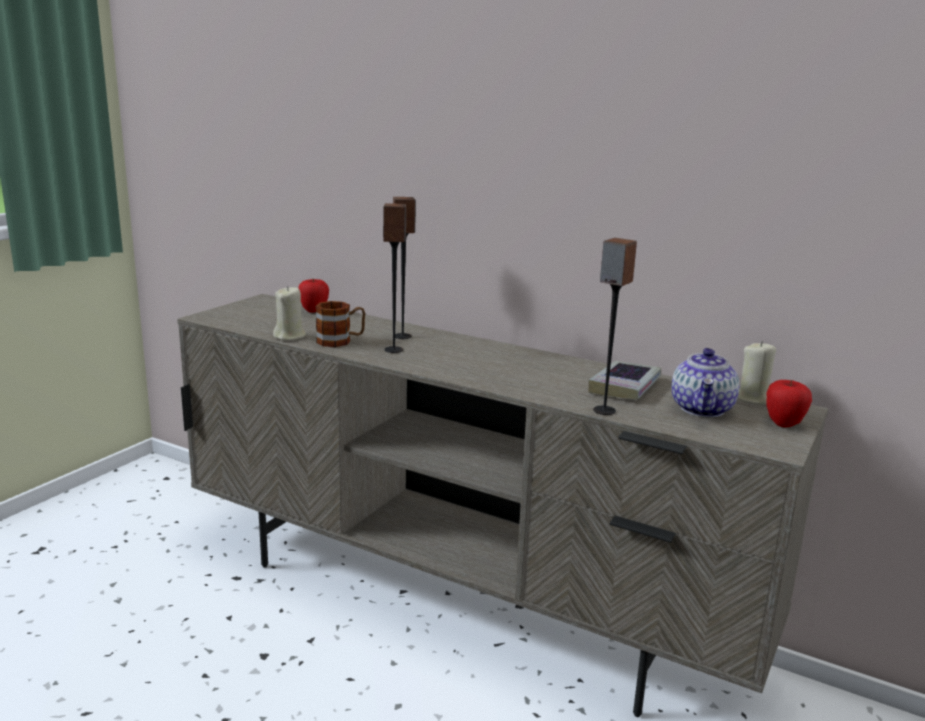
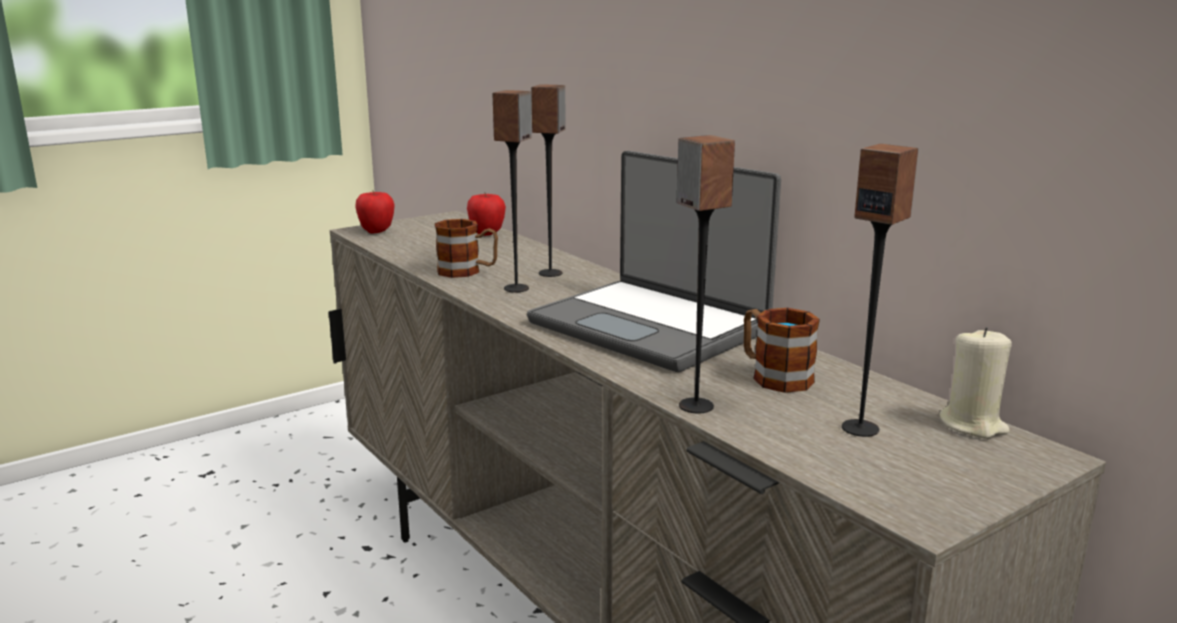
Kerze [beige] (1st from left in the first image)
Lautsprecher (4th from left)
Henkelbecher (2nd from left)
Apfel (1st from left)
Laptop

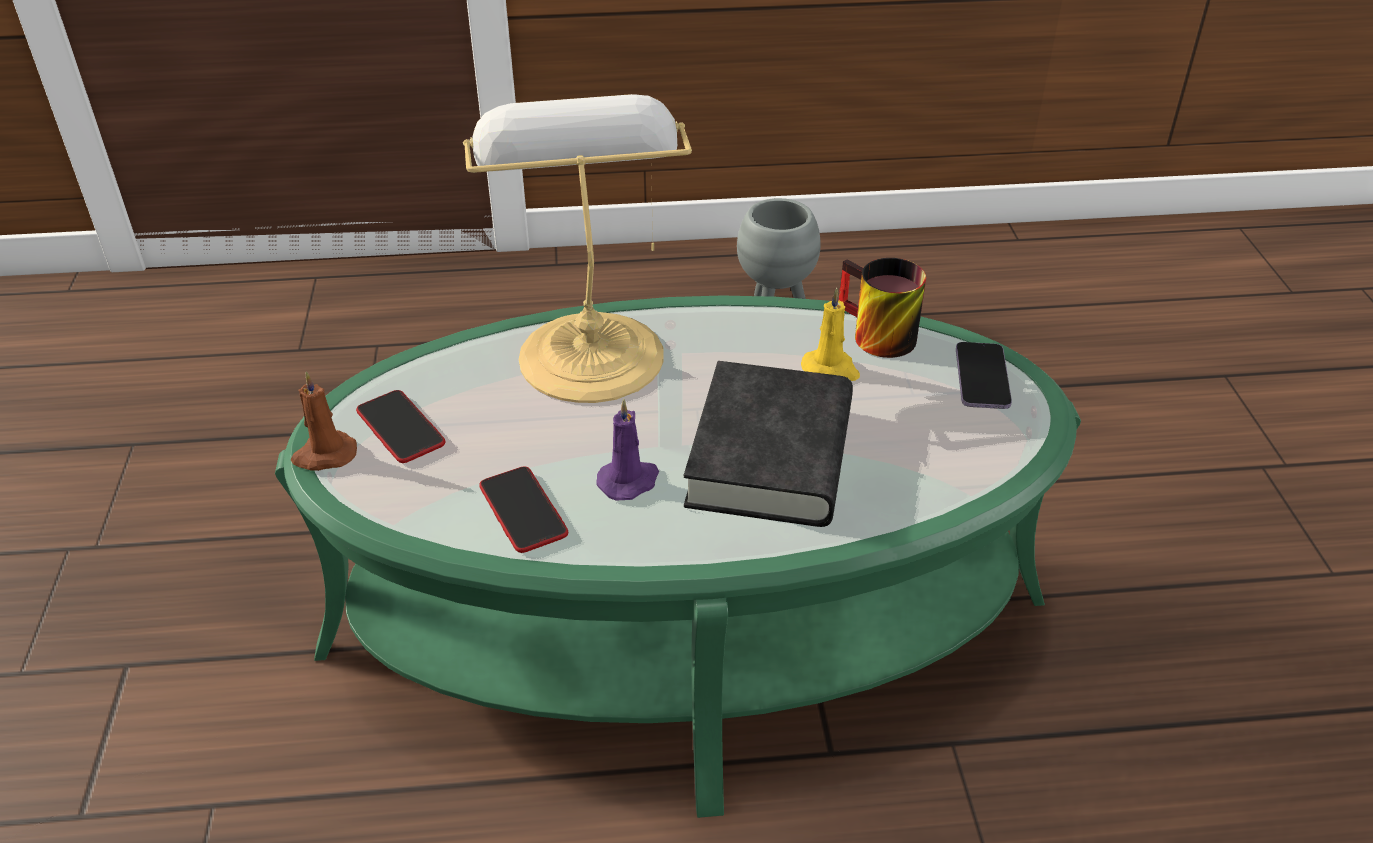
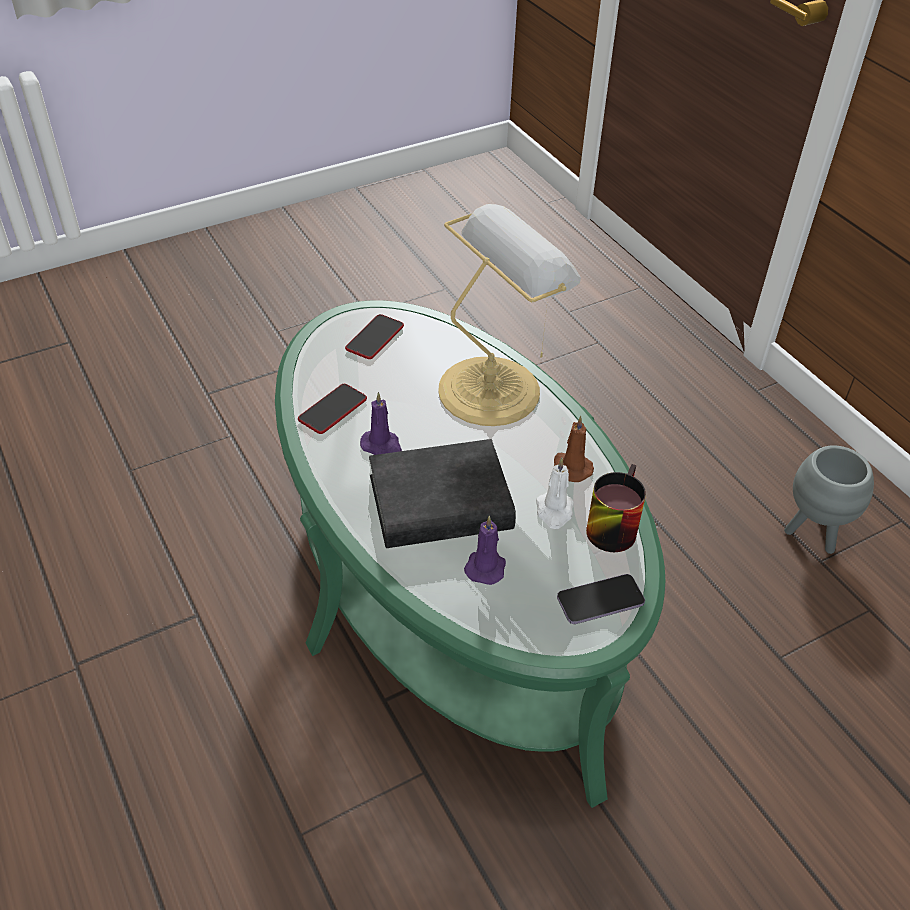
Kerze [weiß]
Kerze [braun]
Kerze [lila] (2nd from left)

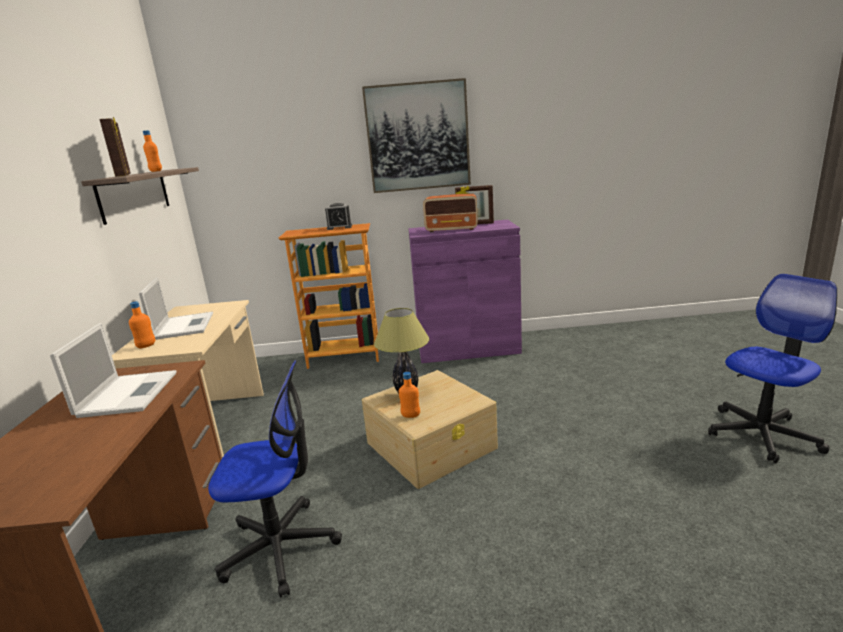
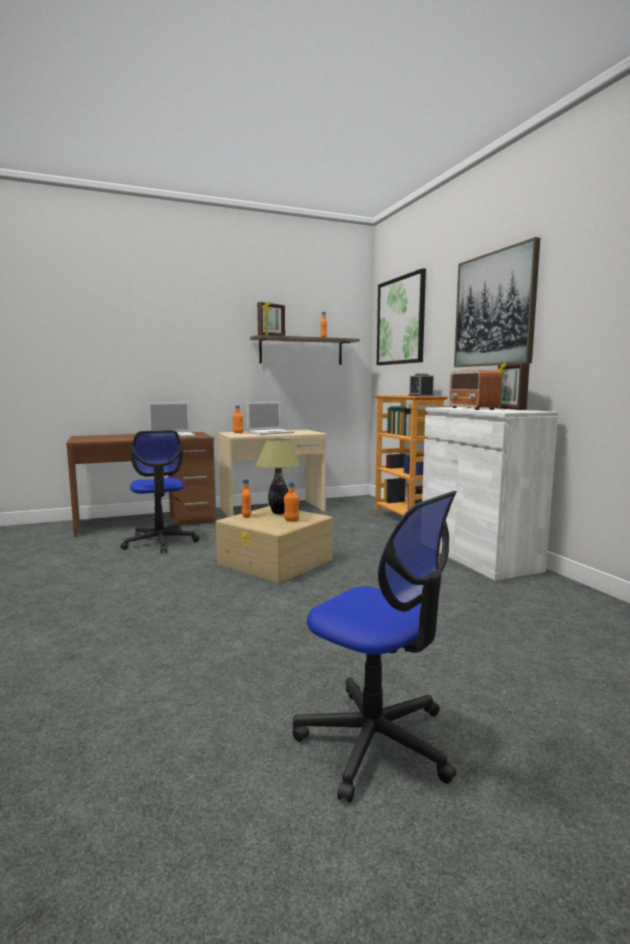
Schrank [weiß]
Bild (1st from left)
Flasche [orange] (3rd from left)

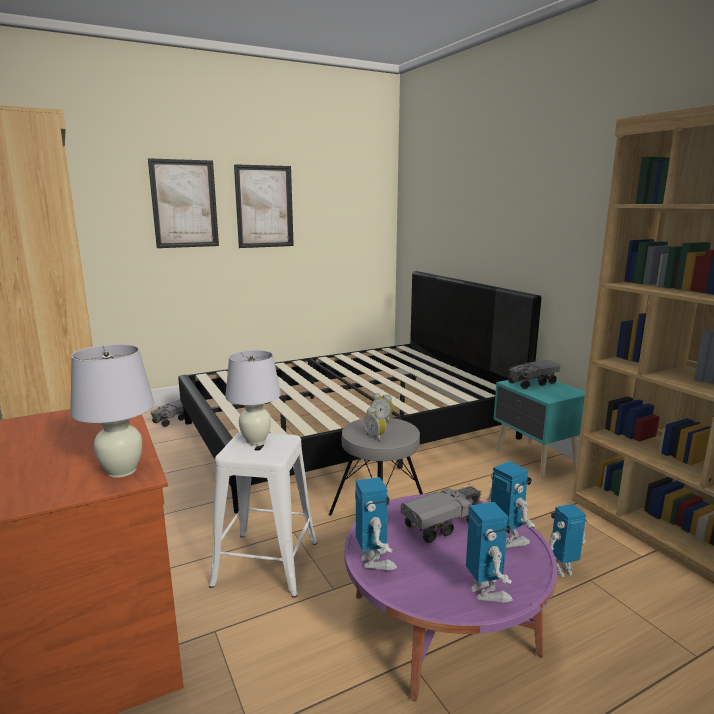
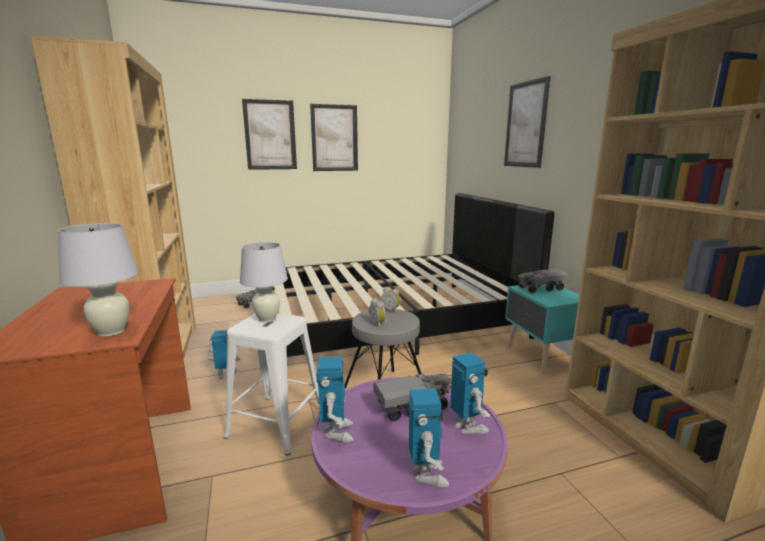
Spielzeugroboter (1st from left)
Bild (3rd from left)

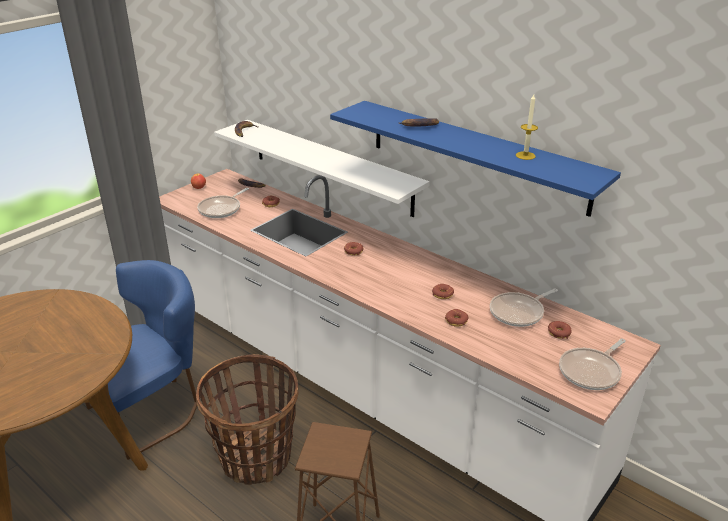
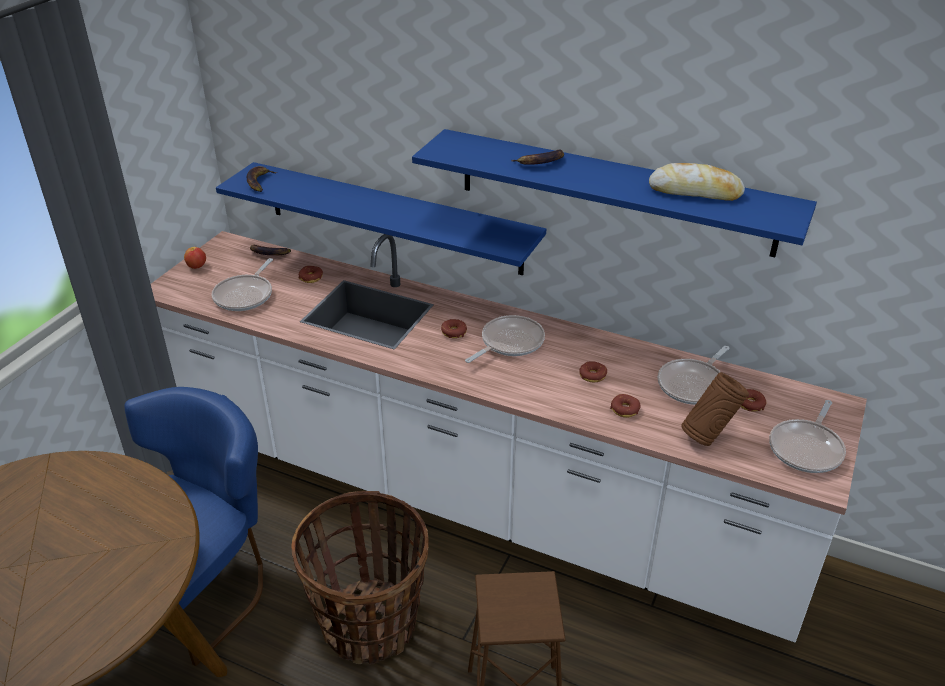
Brot
Wandregal [blau] (1st from left)
Pfanne (2nd from left)
Vase [braun]

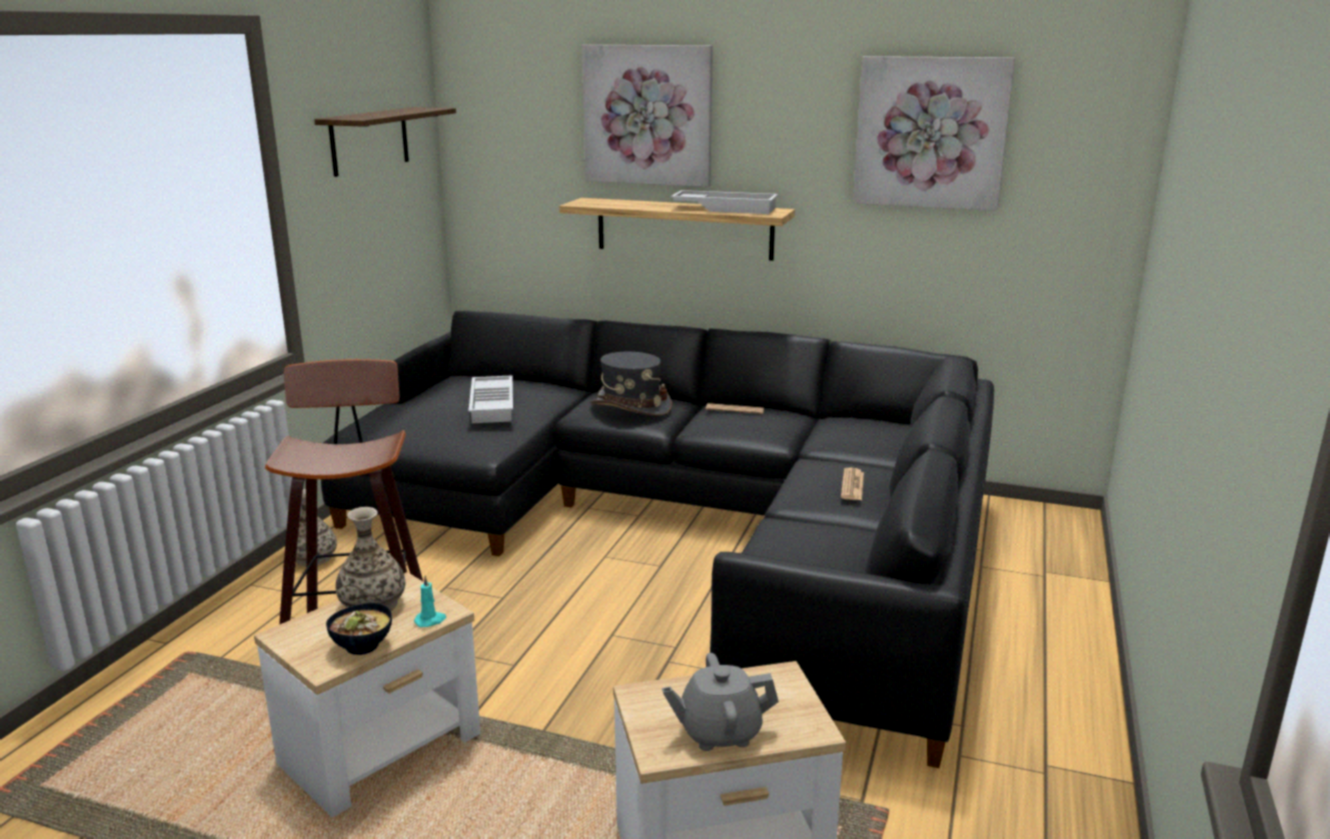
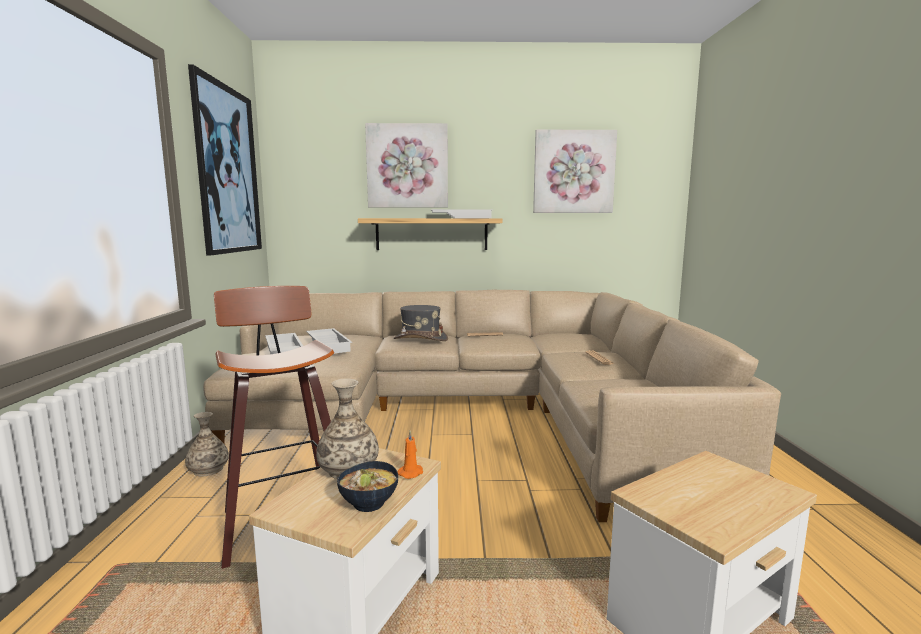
Bild (1st from left)
Sofa [beige]
Kerze [orange]
Teekanne [grau]
Tablett [weiß] (1st from left)

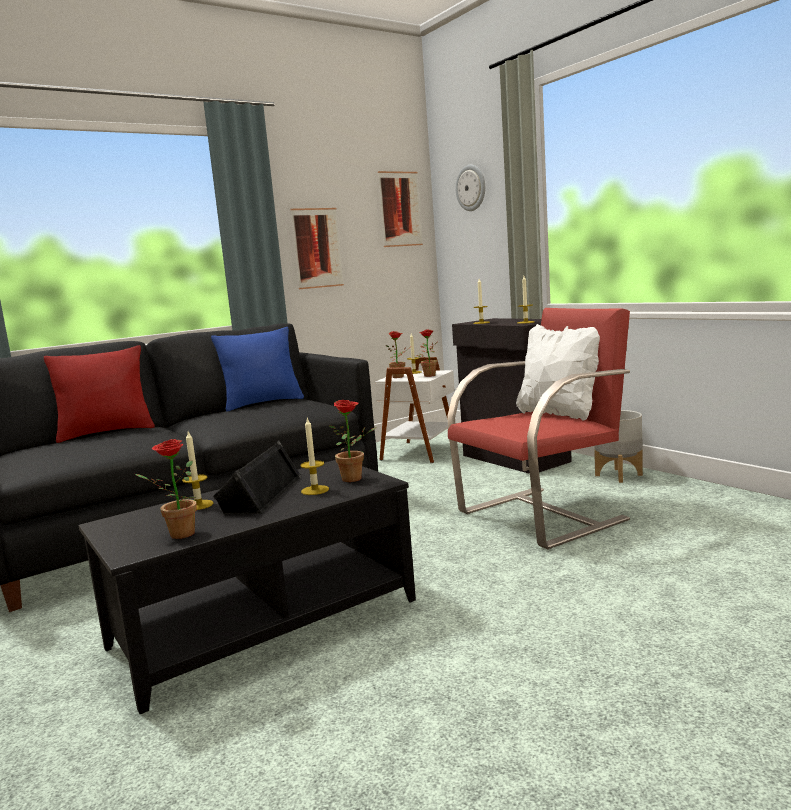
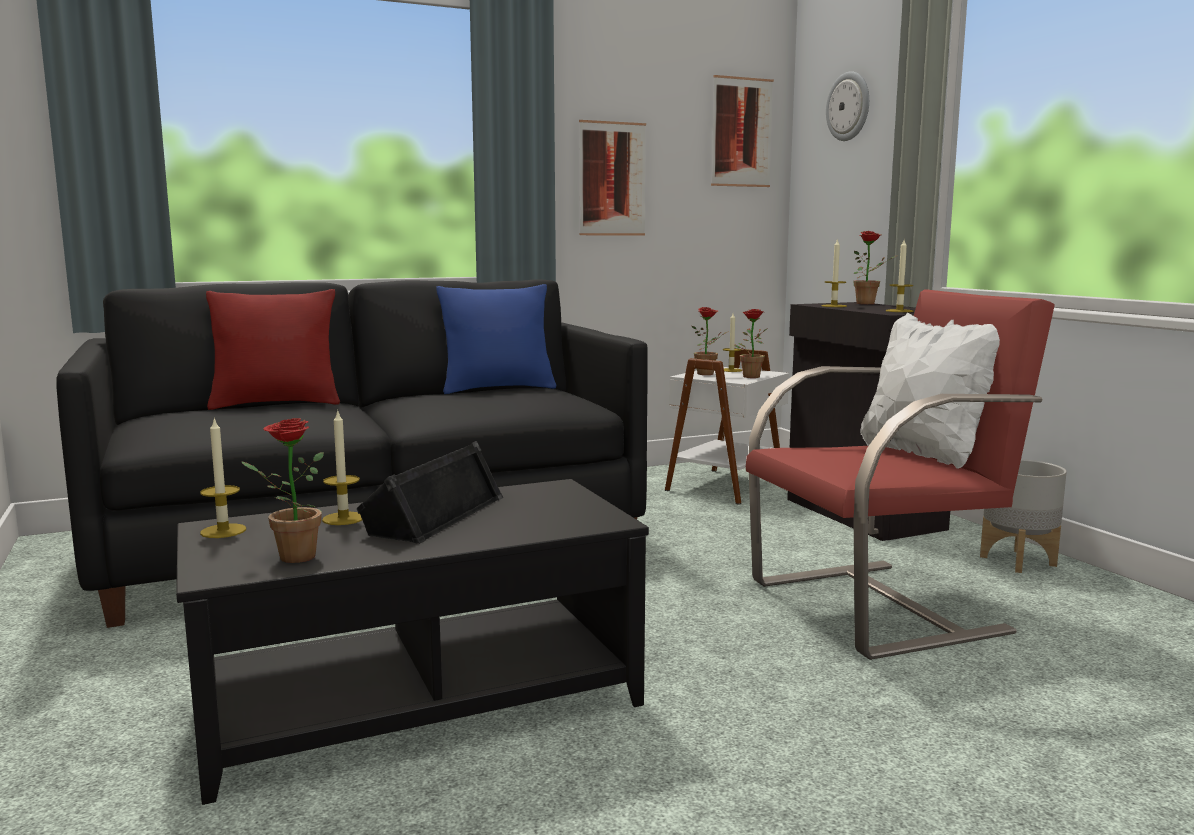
Topfpflanze (4th from left)
Kerze (1st from left)

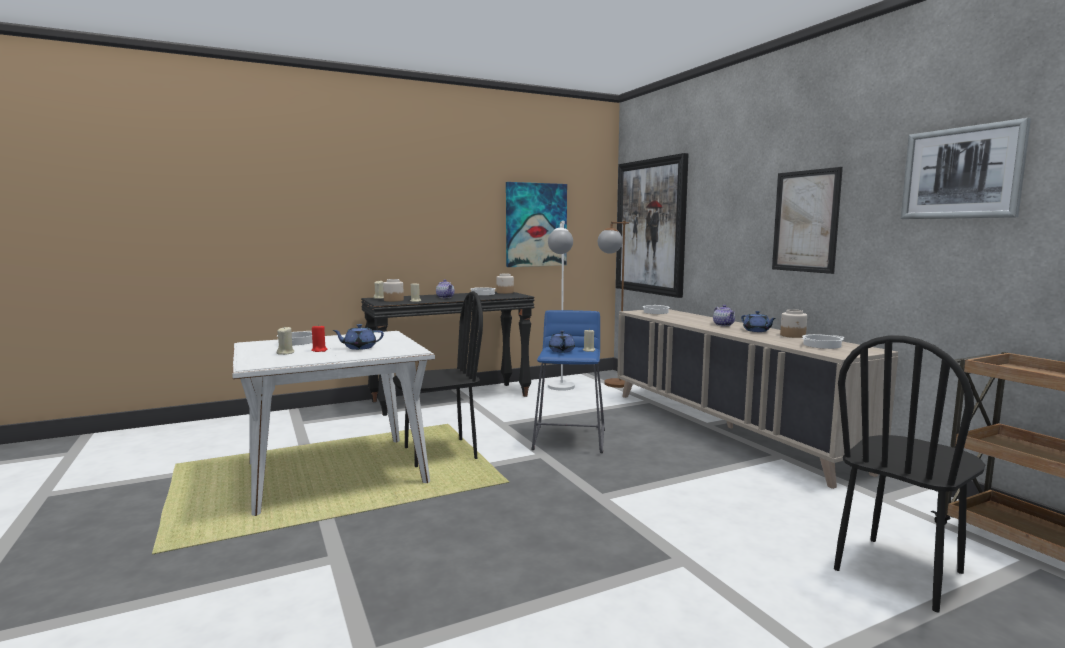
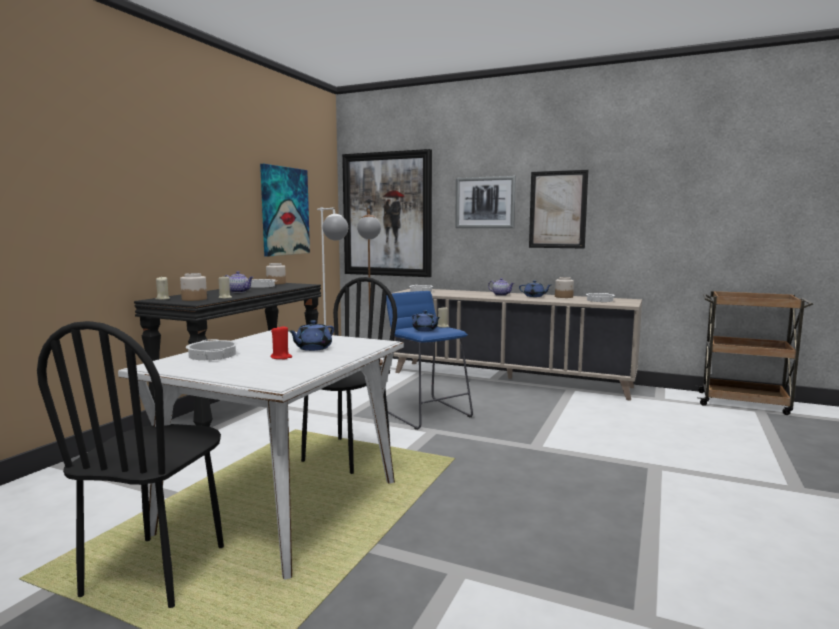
Bild (3rd from left)
Kerze [beige] (1st from left in the first image)
Stuhl [schwarz] (1st from left)

